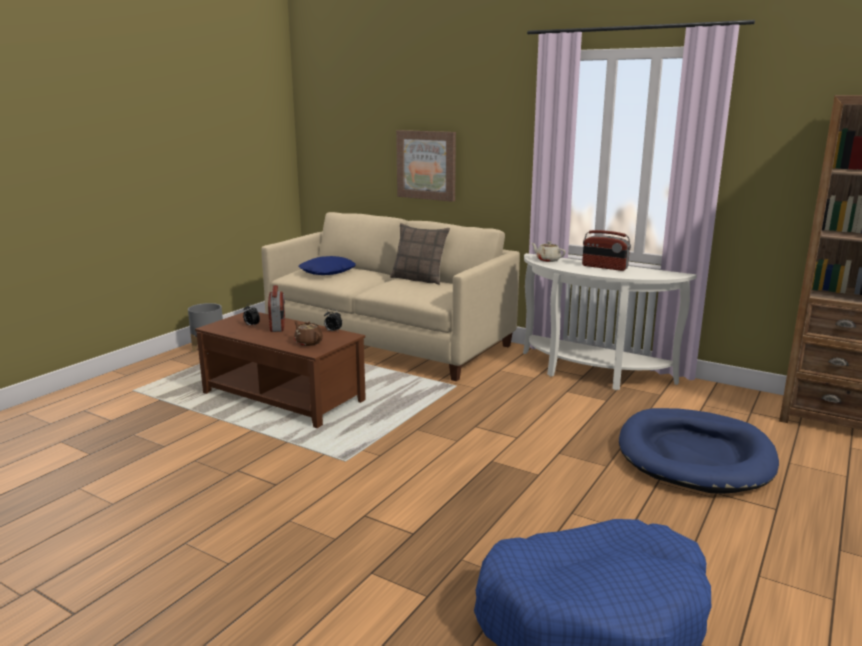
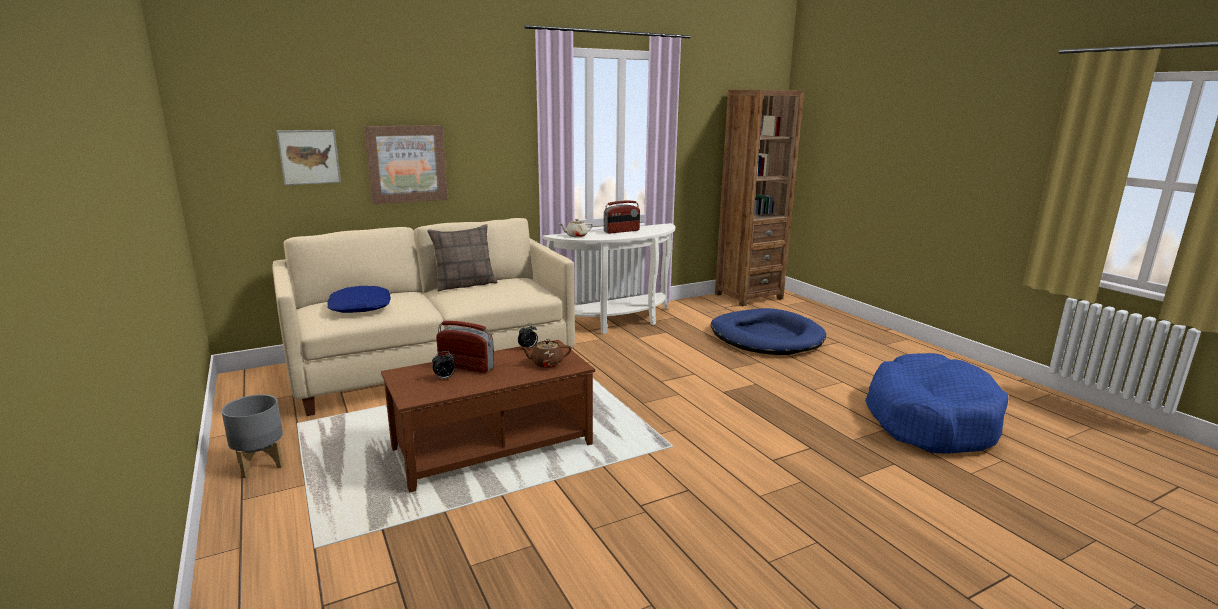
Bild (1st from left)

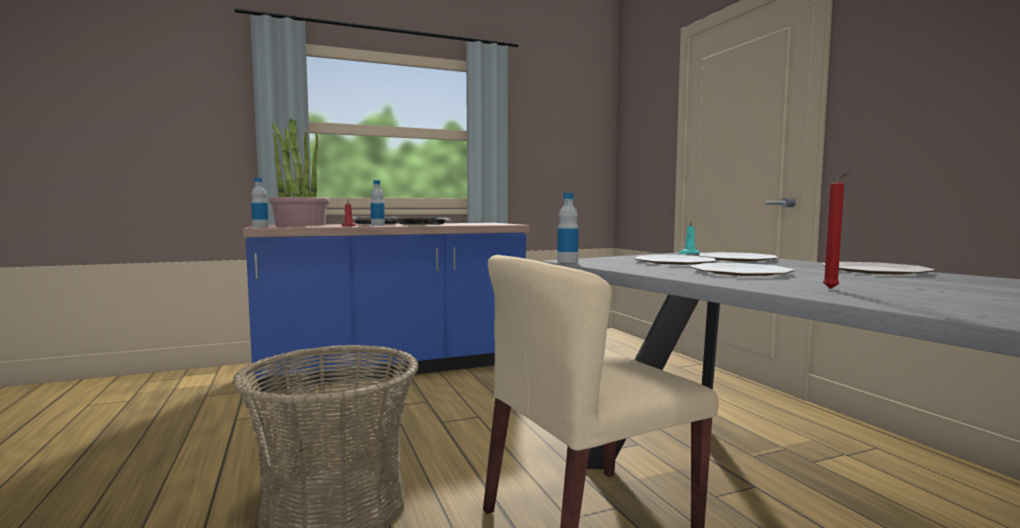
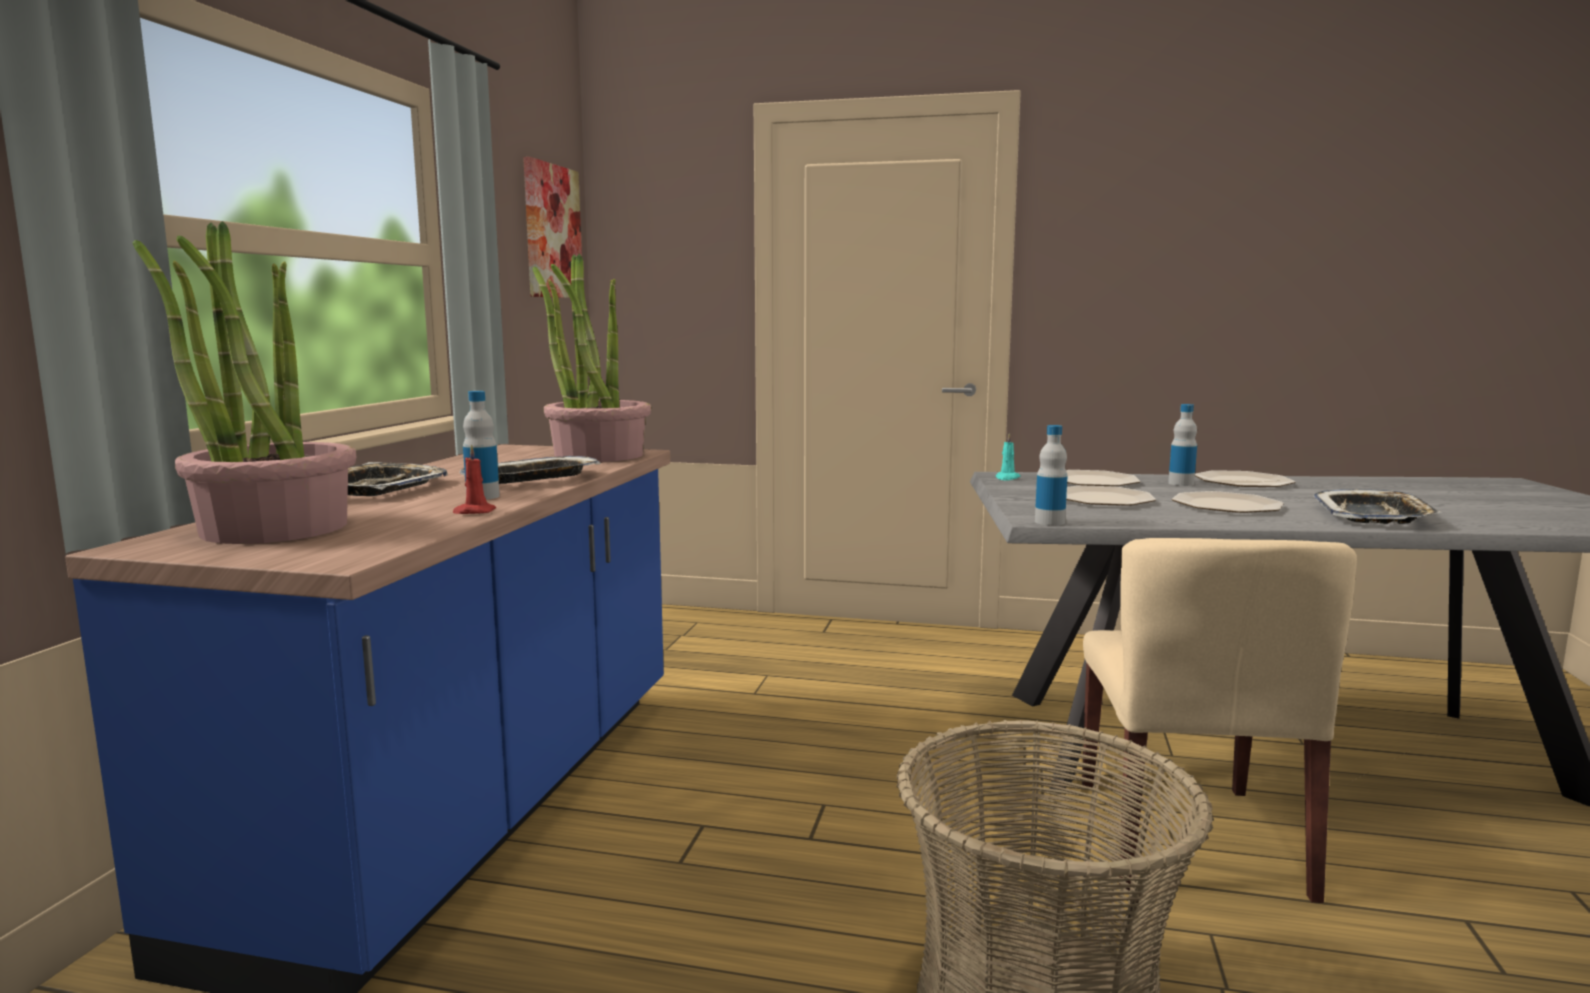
Tablett (3rd from left)
Flasche (3rd from left)
Bild
Topfpflanze (2nd from left)

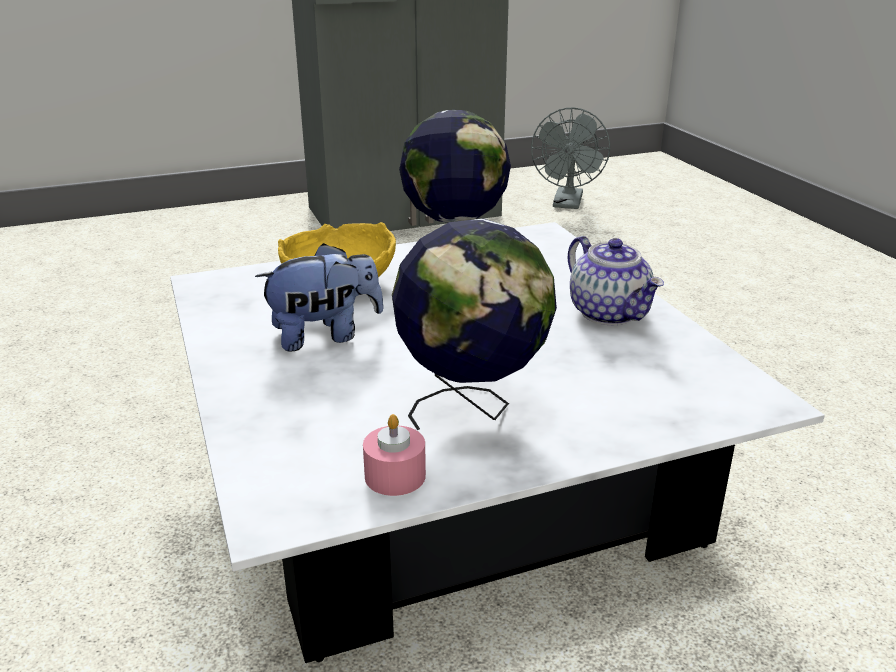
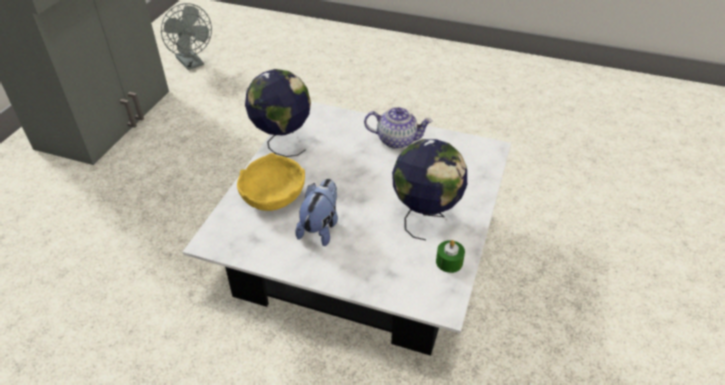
Kerze [grün]

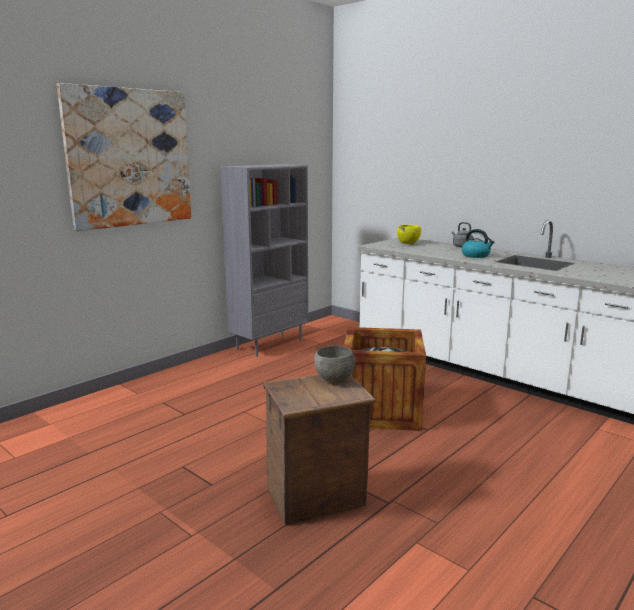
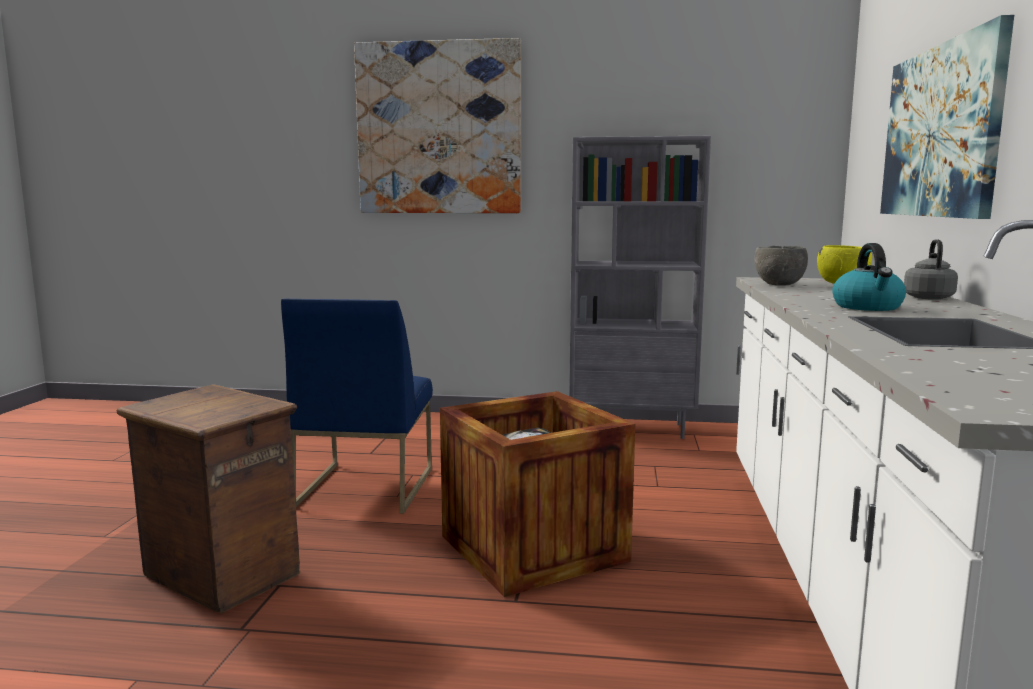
Schüssel [grau]
Bild (2nd from left)
Stuhl [blau]

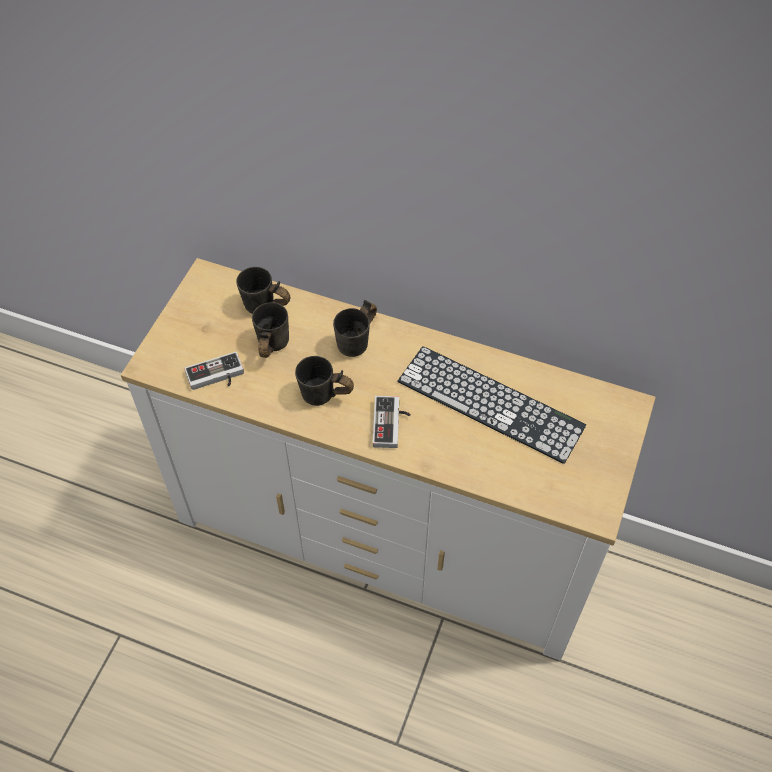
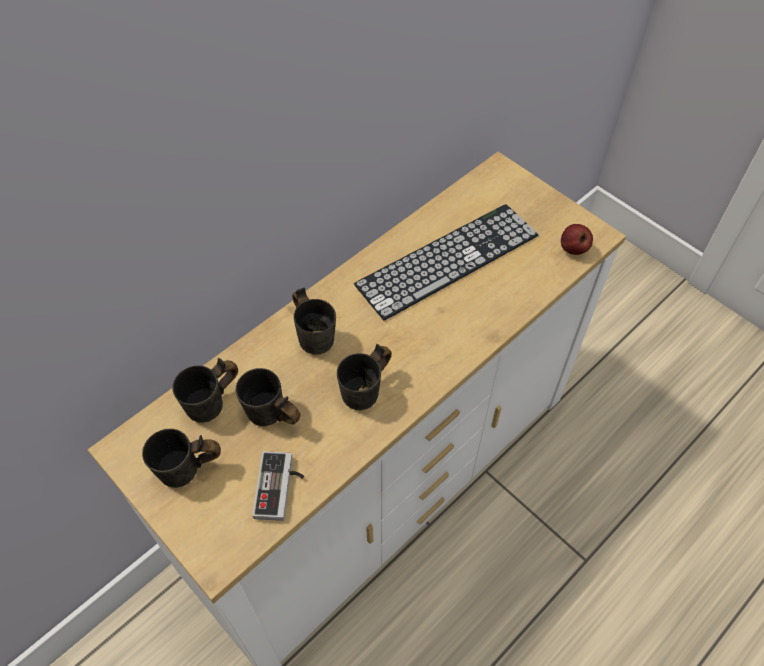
Gamepad (2nd from left in the first image)
Apfel
Henkelbecher [grau] (1st from left)

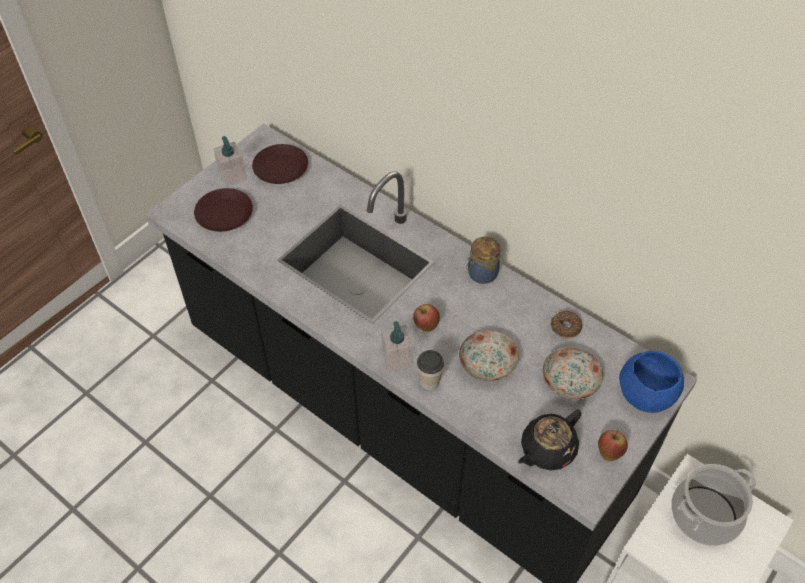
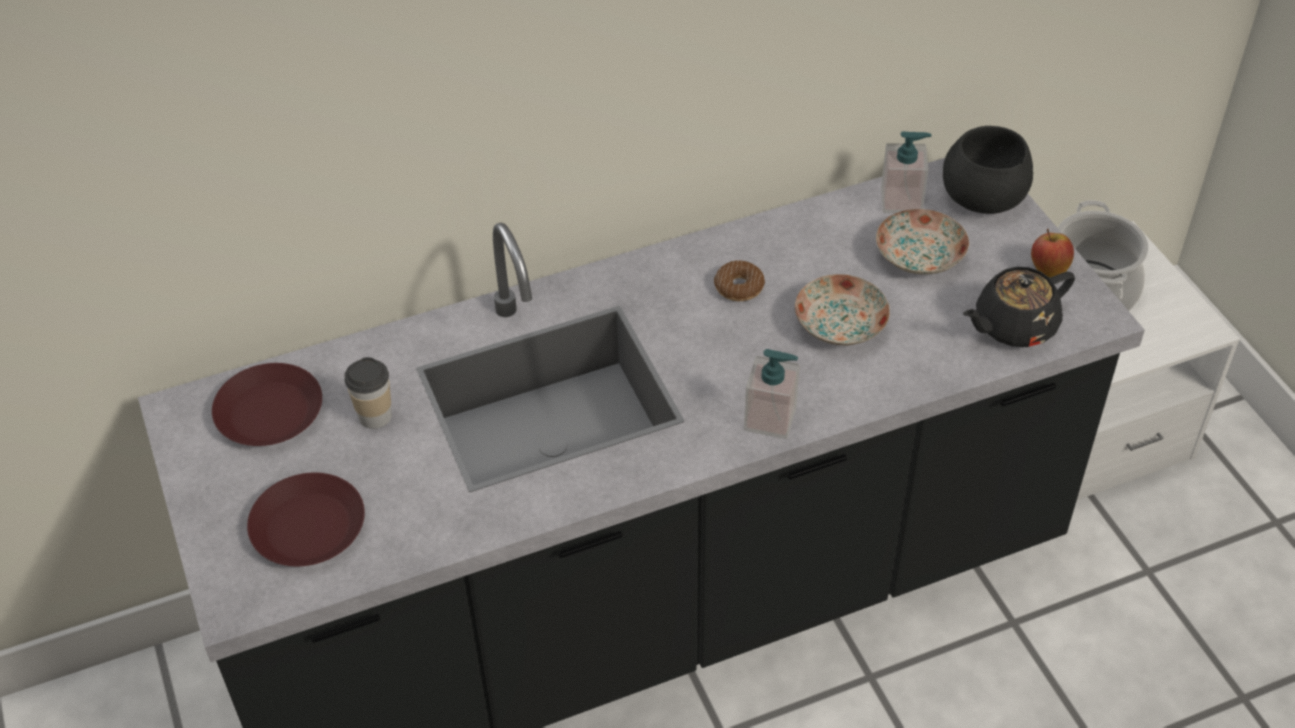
Seifenspender (2nd from left)
Vorratsglas
Apfel (1st from left in the first image)
Donut
Tasse
Schüssel [schwarz]
Teekanne [schwarz]

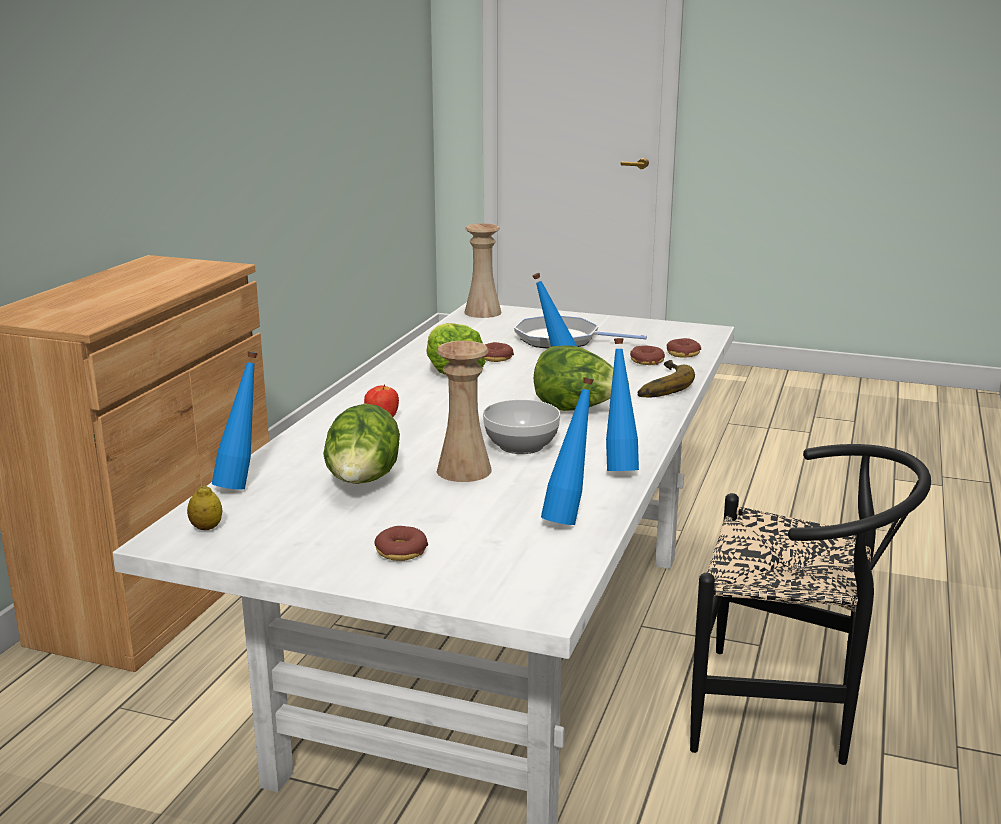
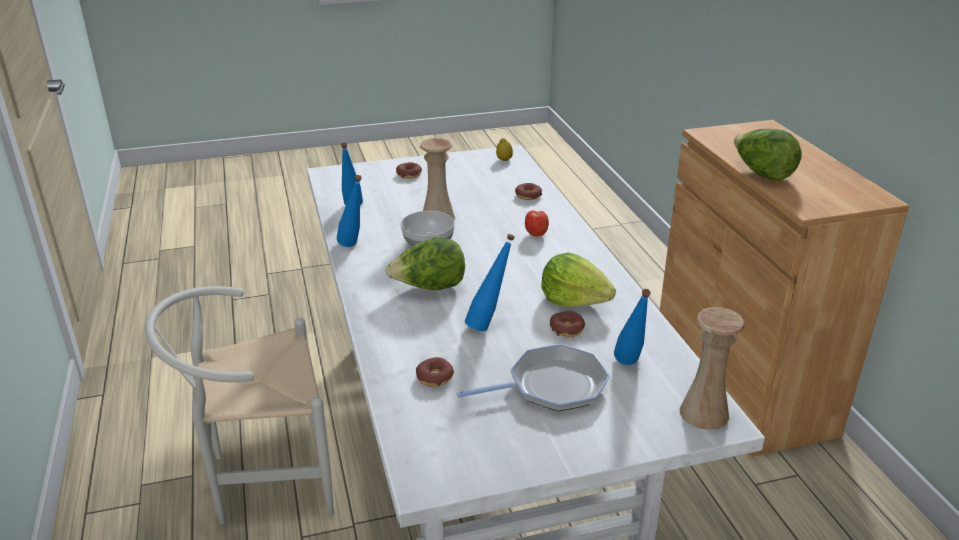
Donut (3rd from left)
Flasche [blau] (4th from left)
Banane
Salatkopf (3rd from left)
Stuhl [weiß]

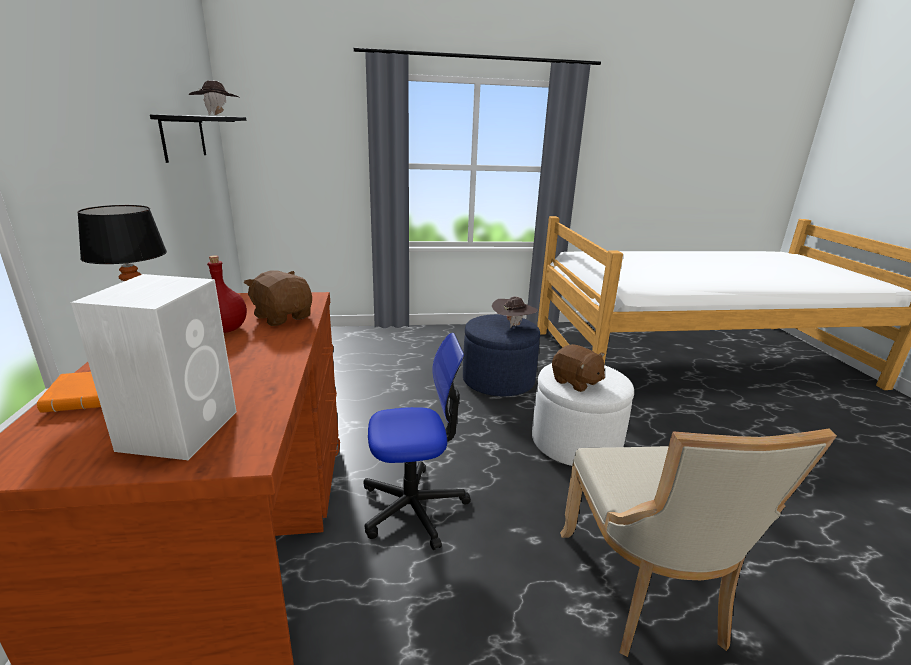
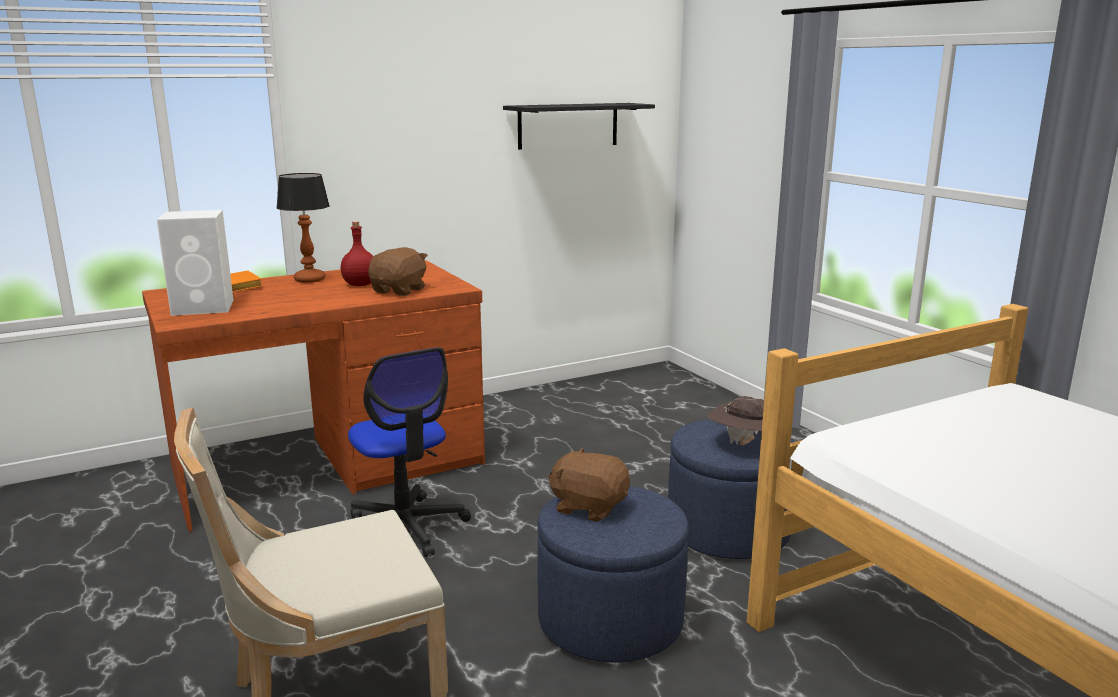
Hut [braun] (1st from left in the first image)
Plüschtier [braun] (2nd from left)
Polsterhocker [blau] (1st from left)

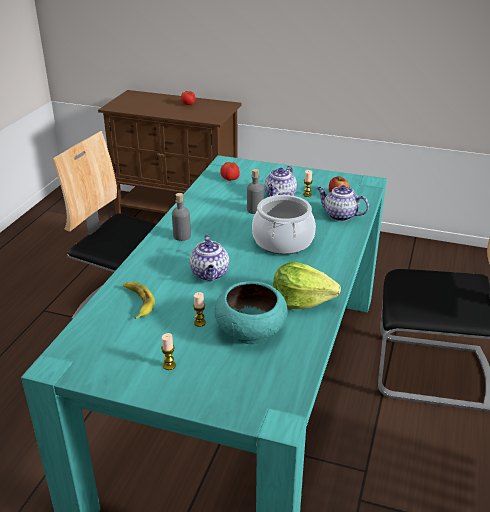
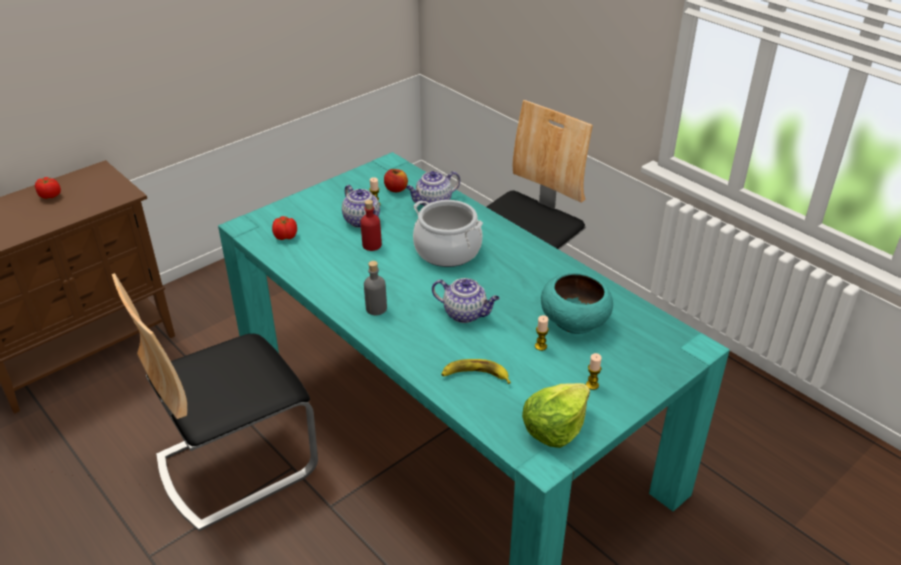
Flasche [rot]
Salatkopf

